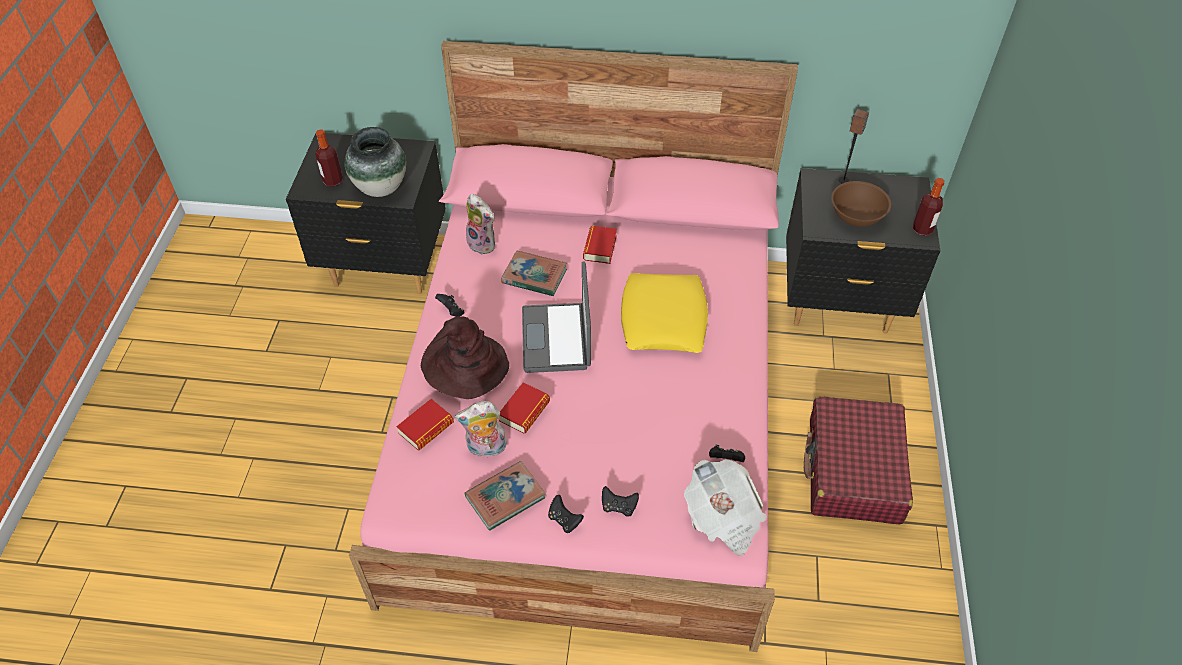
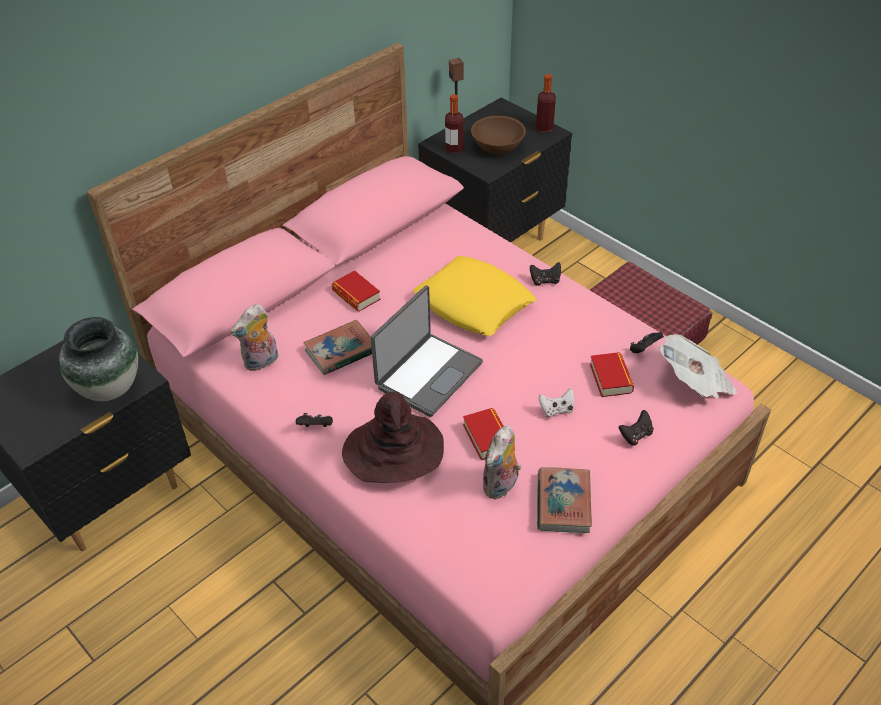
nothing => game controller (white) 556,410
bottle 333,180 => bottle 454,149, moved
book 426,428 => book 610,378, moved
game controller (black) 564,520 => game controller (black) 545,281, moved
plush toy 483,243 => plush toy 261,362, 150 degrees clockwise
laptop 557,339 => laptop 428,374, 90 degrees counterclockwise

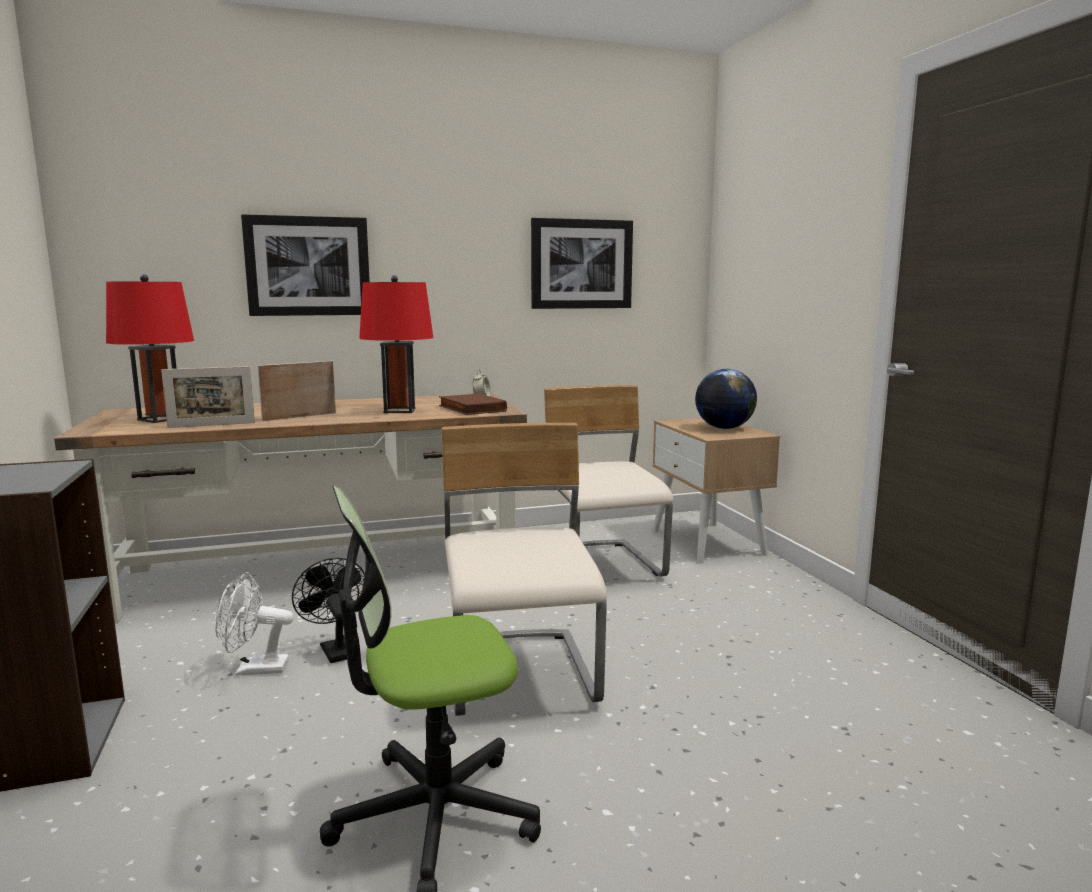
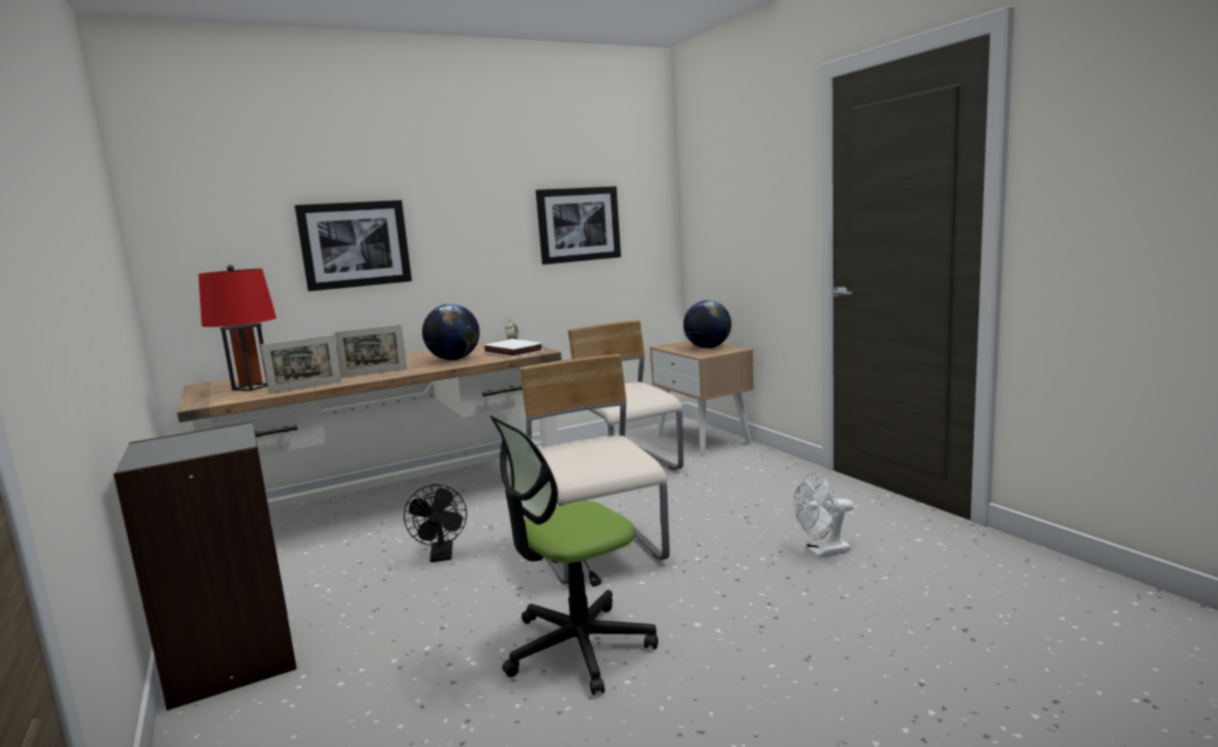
fan (white) 254,669 => fan (white) 822,552, moved
table lamp (red) 399,410 => globe 454,359
book (brown) 470,409 => book (white) 511,352
picture frame 300,417 => picture frame 374,373, 150 degrees counterclockwise
fan (black) 335,649 => fan (black) 442,556, 150 degrees counterclockwise

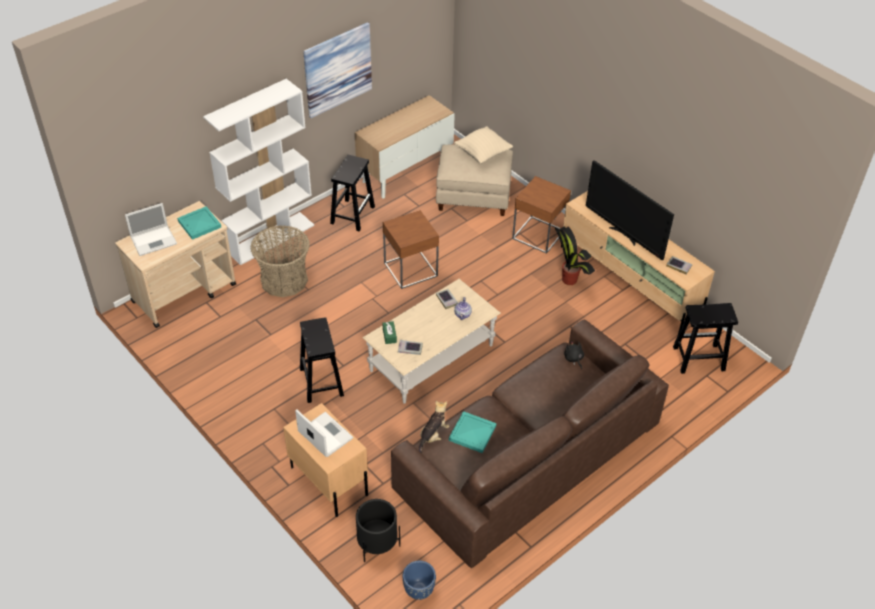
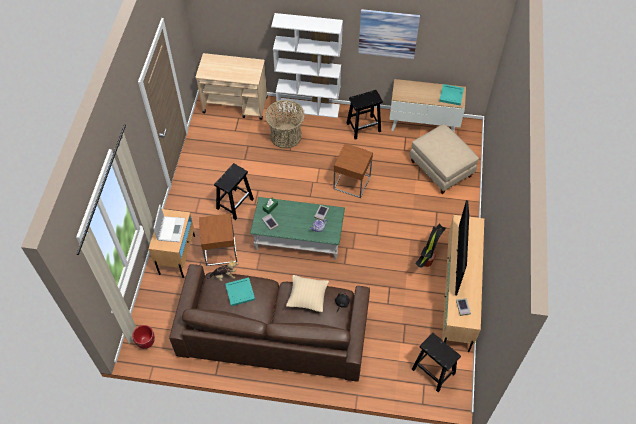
laptop 154,240 => nothing
planter (black) 377,545 => nothing
tray (turquoise) 198,224 => tray (turquoise) 451,95, moved
pillow (beige) 483,154 => pillow (beige) 307,298, moved
side table (brown) 538,234 => side table (brown) 220,250, moved
coffee table (beige) 431,358 => coffee table (green) 298,238
planter (blue) 418,590 => planter (red) 146,342

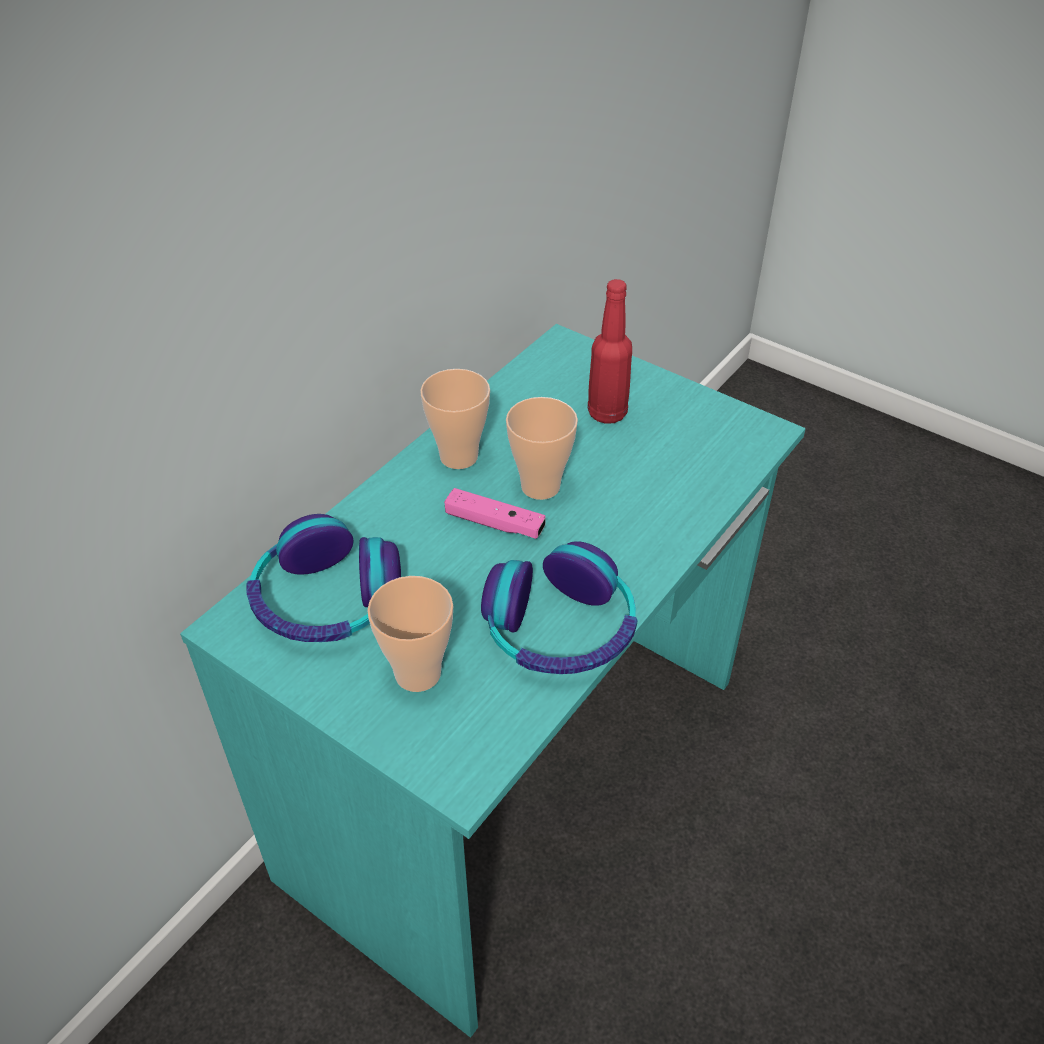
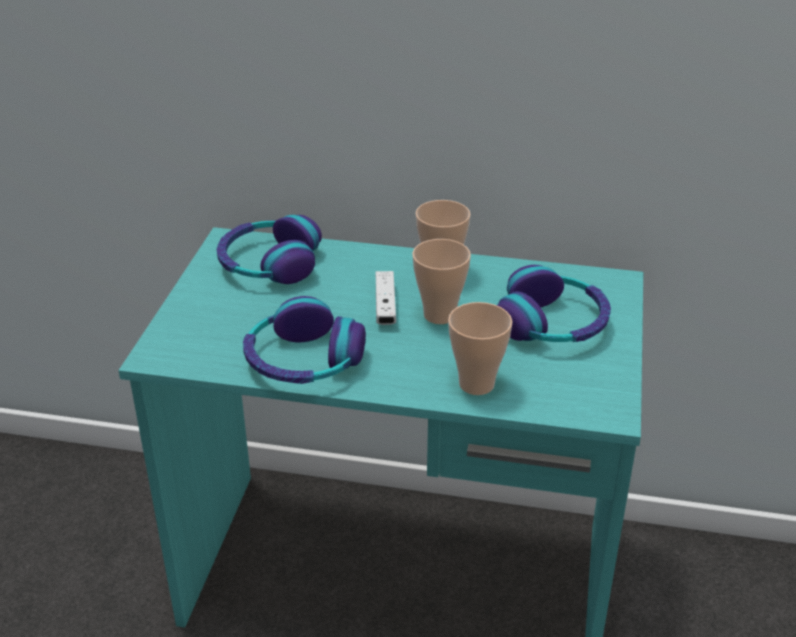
cup 418,673 => cup 476,384, moved
bottle (red) 607,413 => headphones 552,324
game controller (pink) 495,523 => game controller (white) 385,306

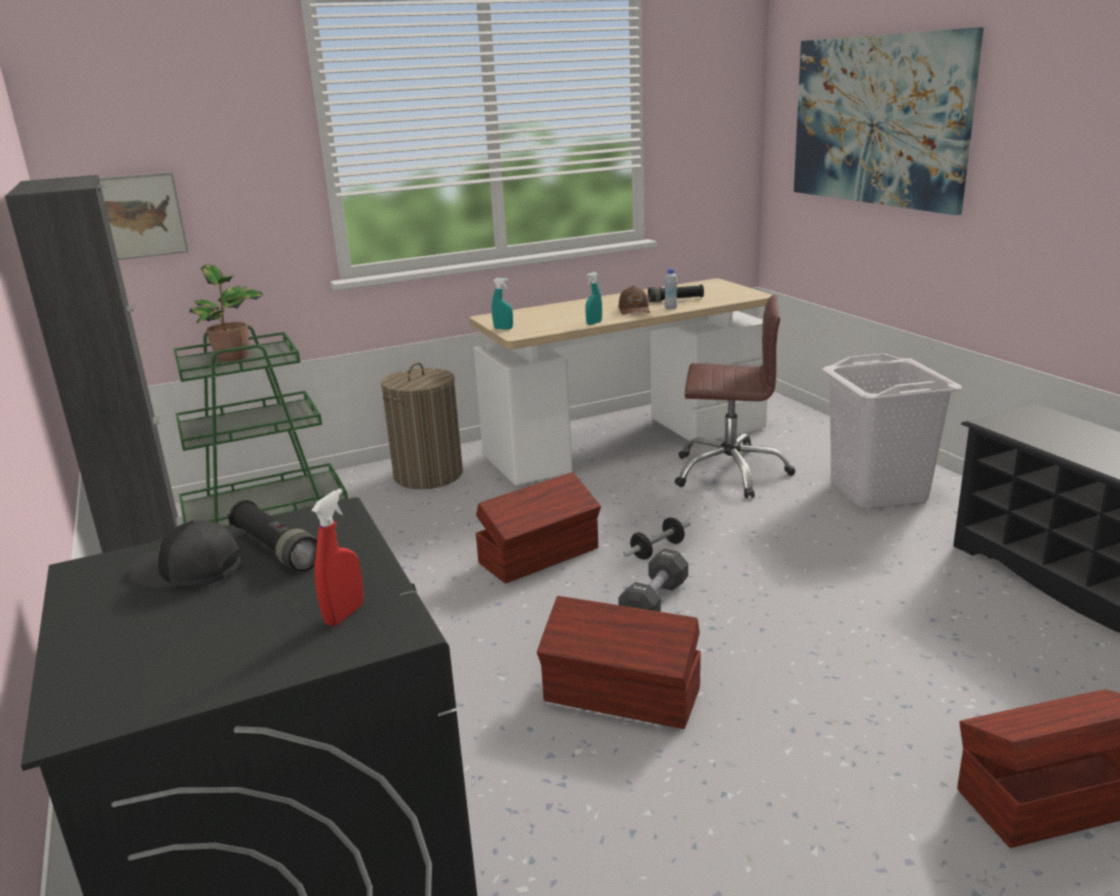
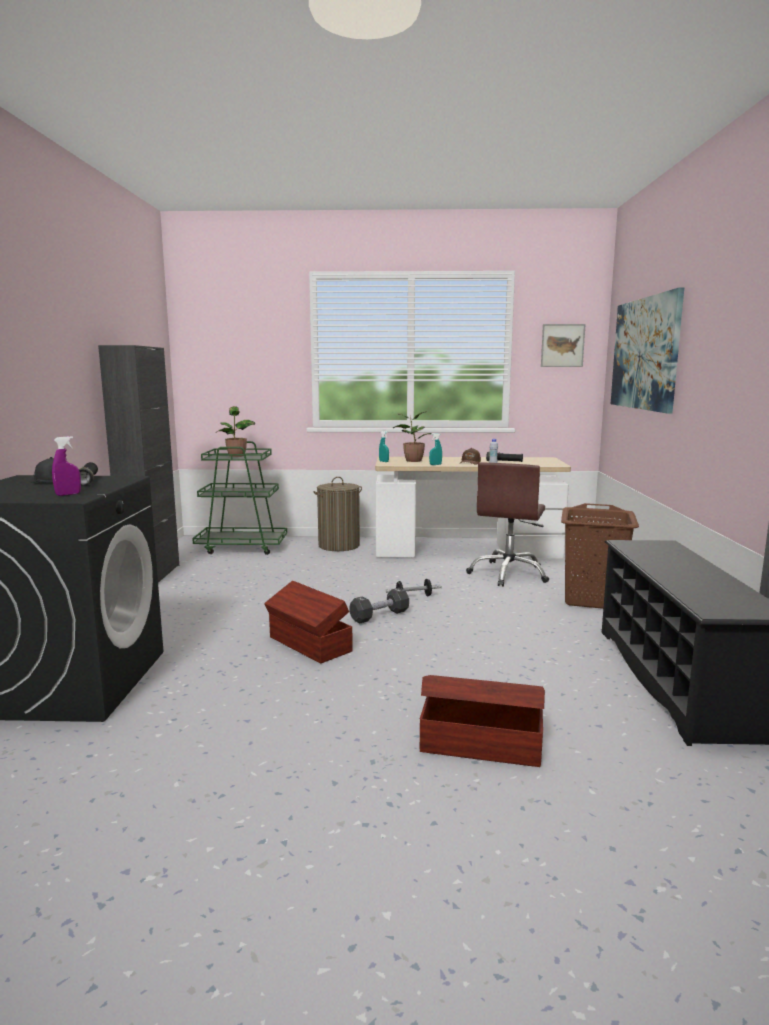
storage box (brown) 541,556 => nothing
nothing => potted plant 412,460
picture 138,216 => picture 562,345, moved
spray bottle (red) 344,614 => spray bottle (purple) 68,494
laundry basket (white) 878,492 => laundry basket (brown) 591,599
office chair (brown) 730,472 => office chair (brown) 509,574, 75 degrees clockwise

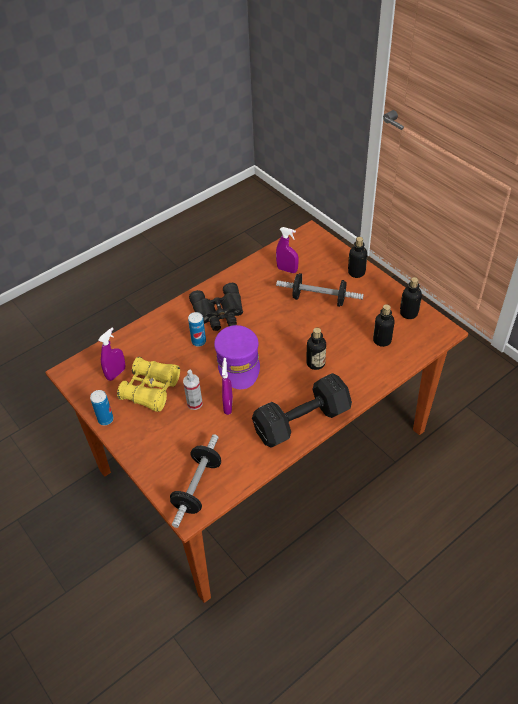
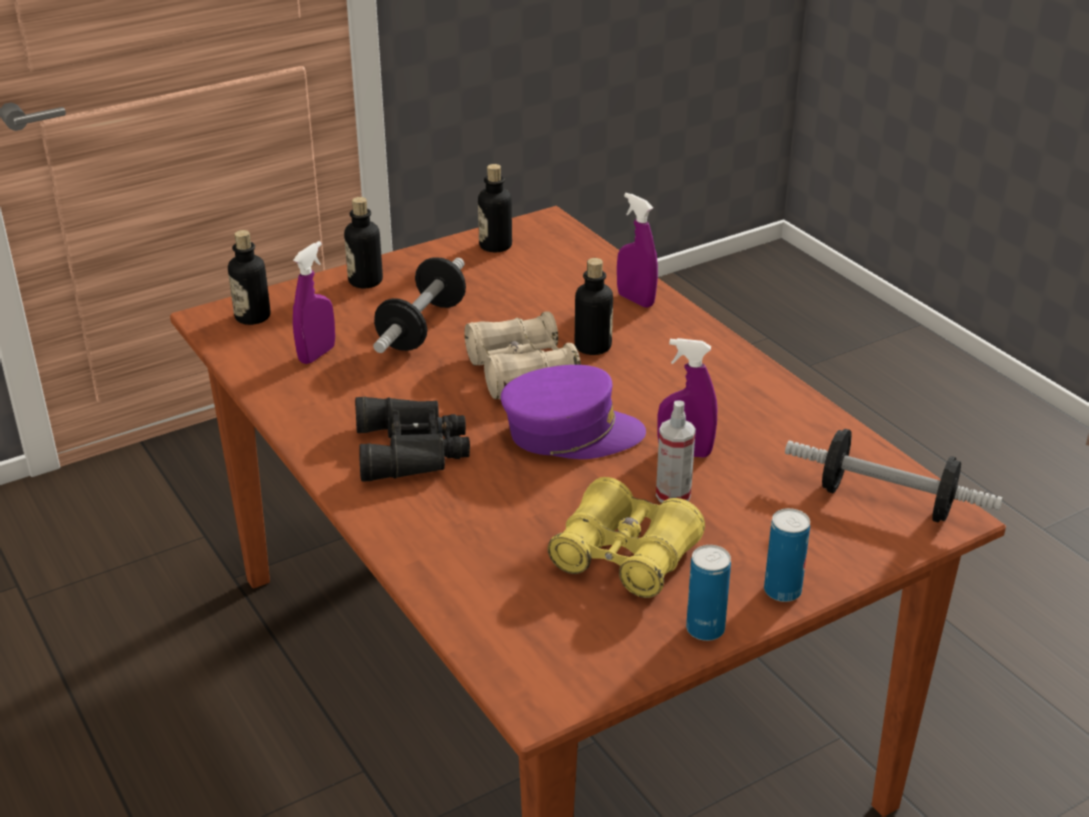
dumbbell (black) 299,422 => nothing
nothing => binoculars (beige) 521,372
spray bottle (purple) 116,373 => spray bottle (purple) 635,300, moved
can 199,341 => can 782,591, moved
bottle 382,340 => bottle 252,317, moved

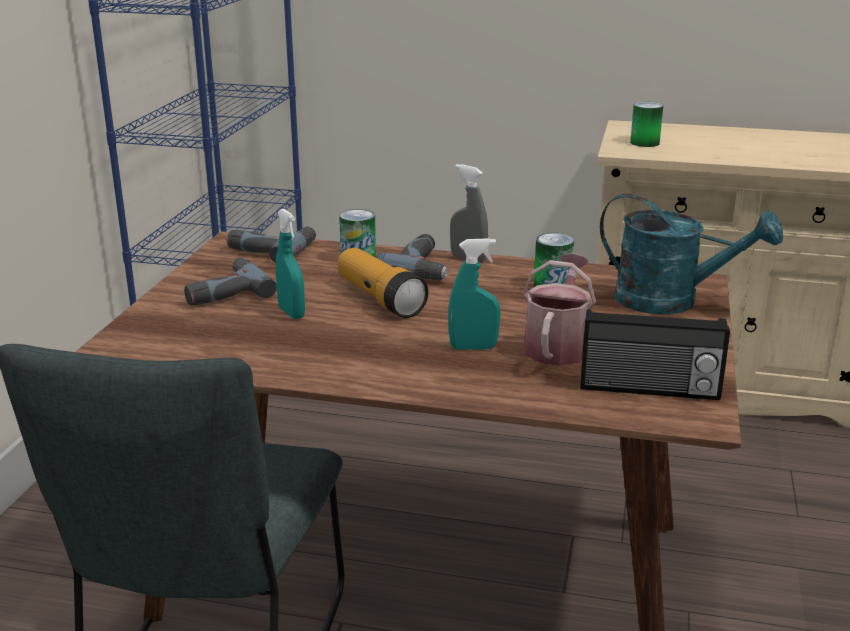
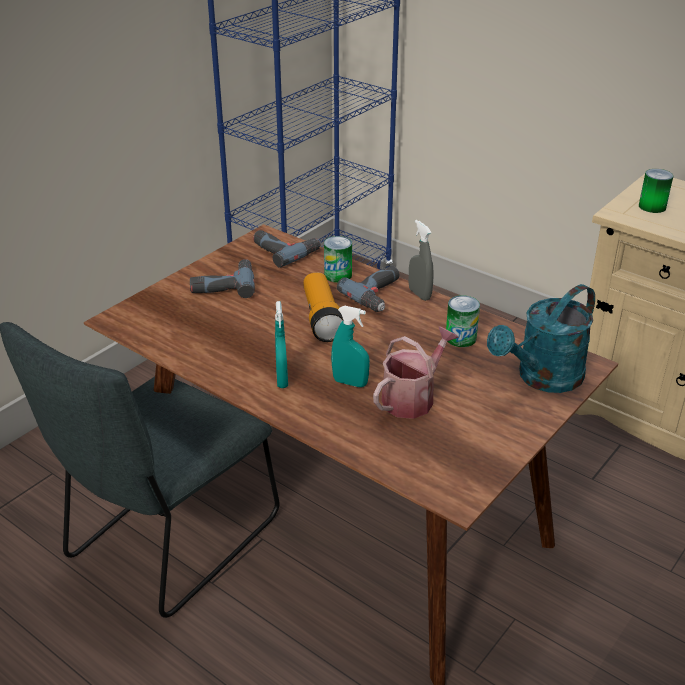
radio 649,389 => nothing
spray bottle (turquoise) 291,313 => spray bottle (turquoise) 282,379, moved
watering can (turquoise) 671,301 => watering can (turquoise) 542,379, 90 degrees clockwise

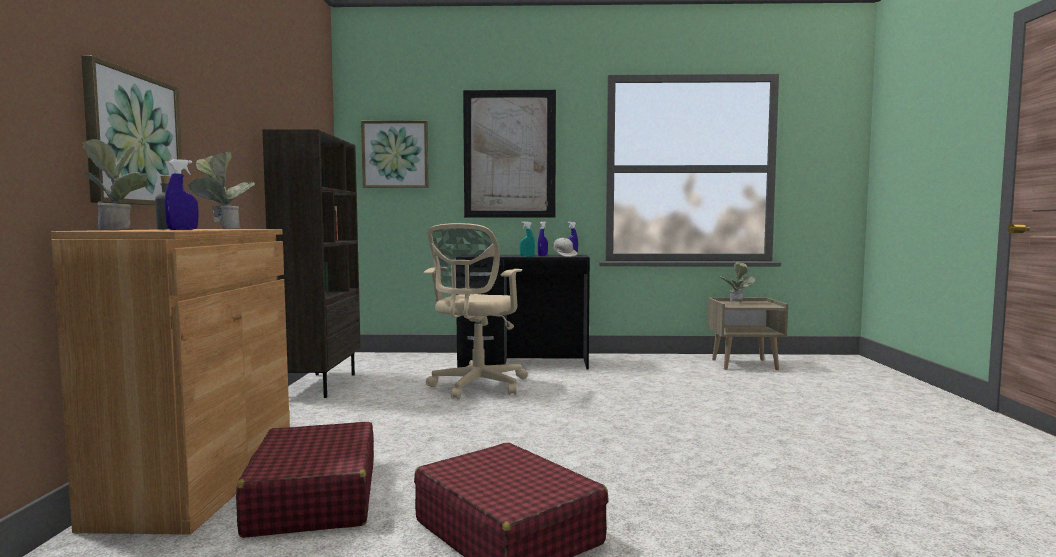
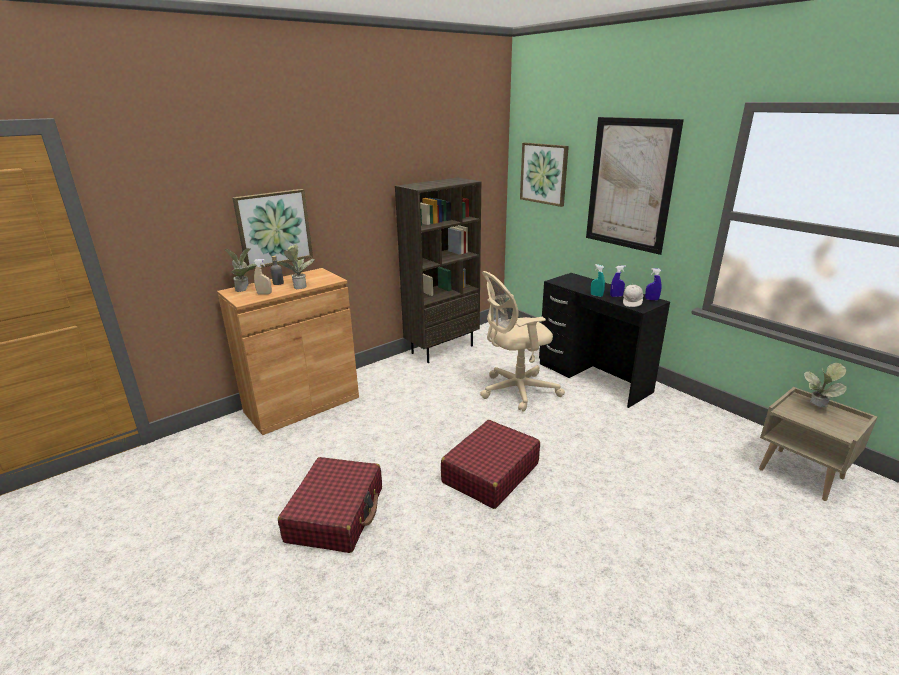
suitcase (red) 313,498 => suitcase (red) 490,473, moved
spray bottle (blue) 182,229 => spray bottle (beige) 264,294

